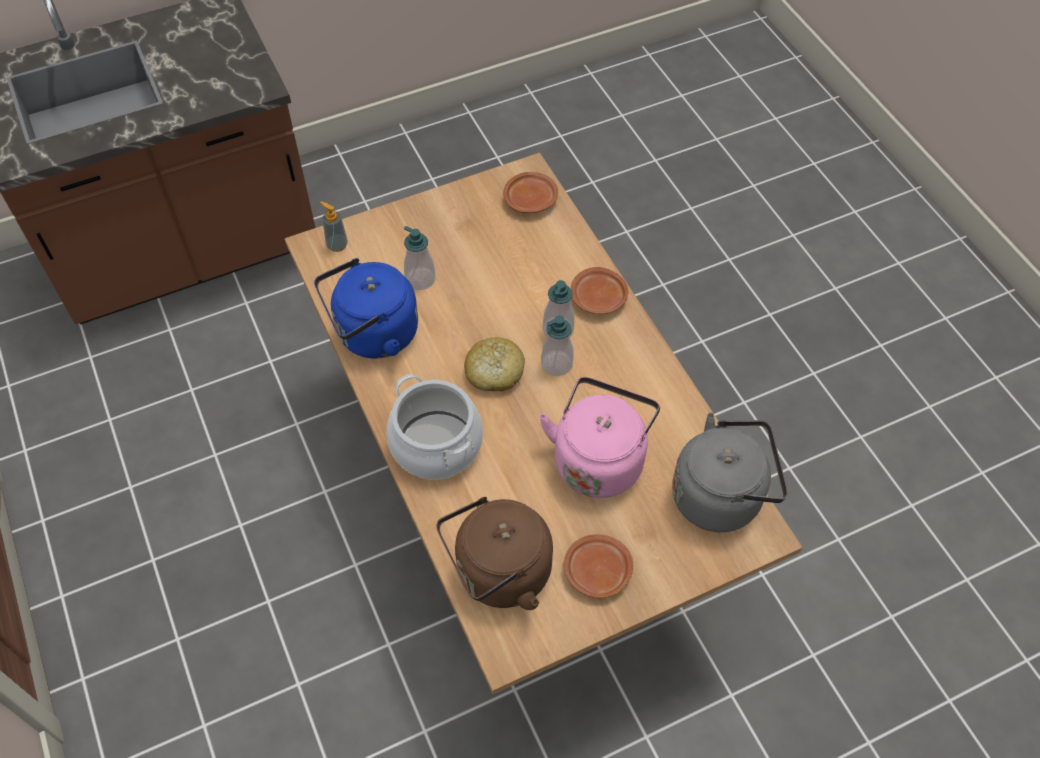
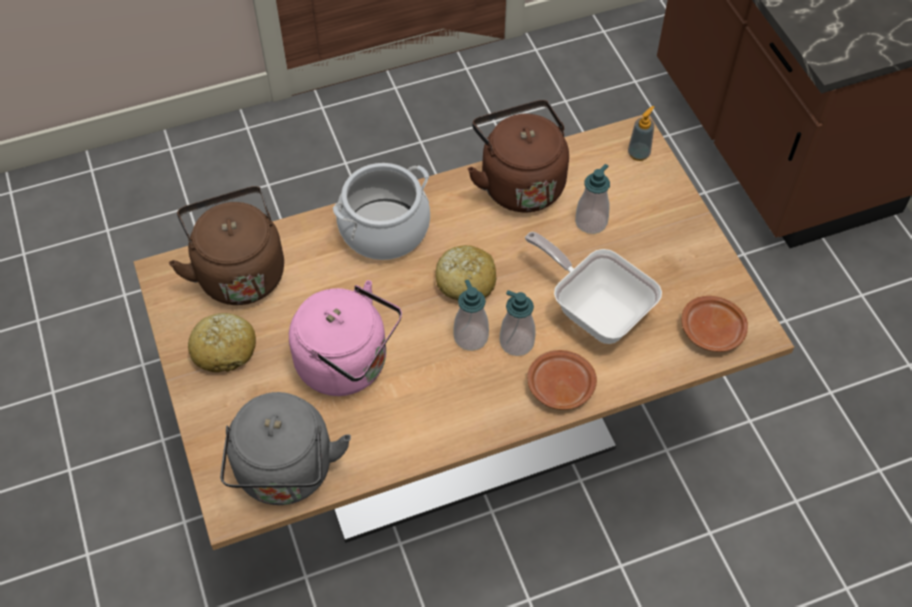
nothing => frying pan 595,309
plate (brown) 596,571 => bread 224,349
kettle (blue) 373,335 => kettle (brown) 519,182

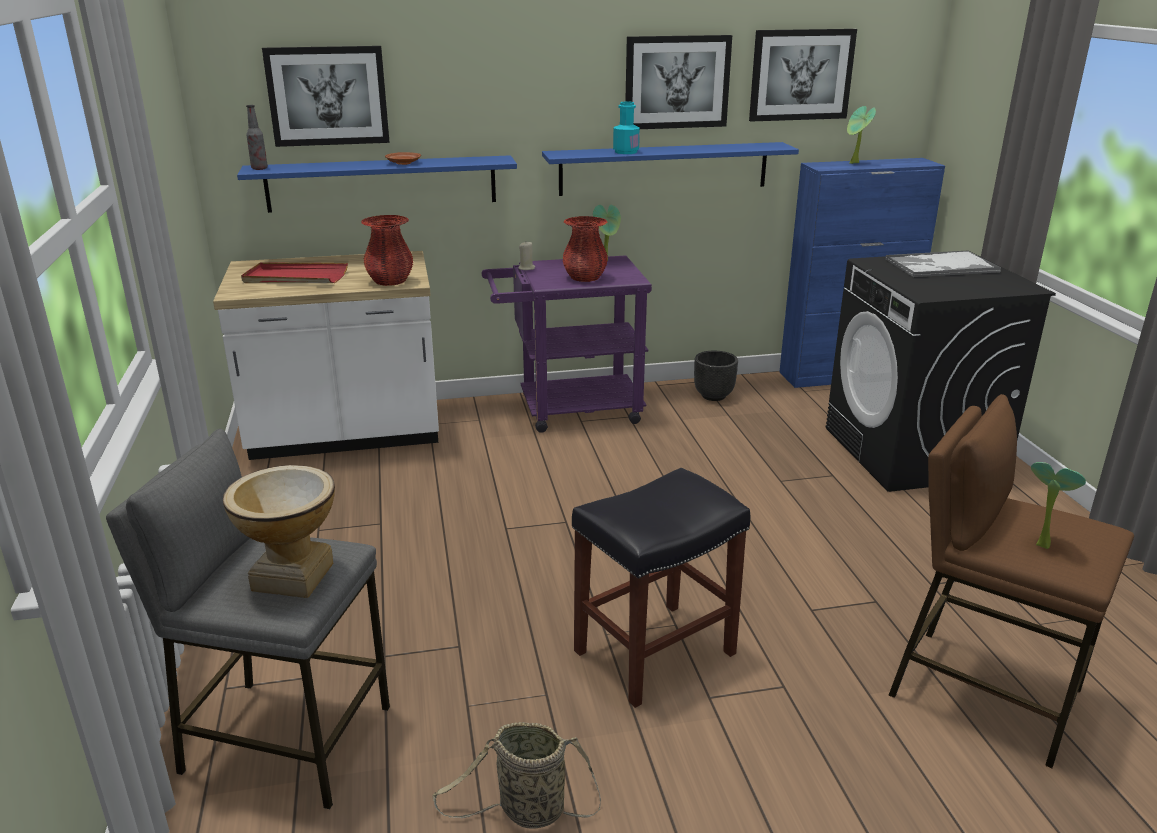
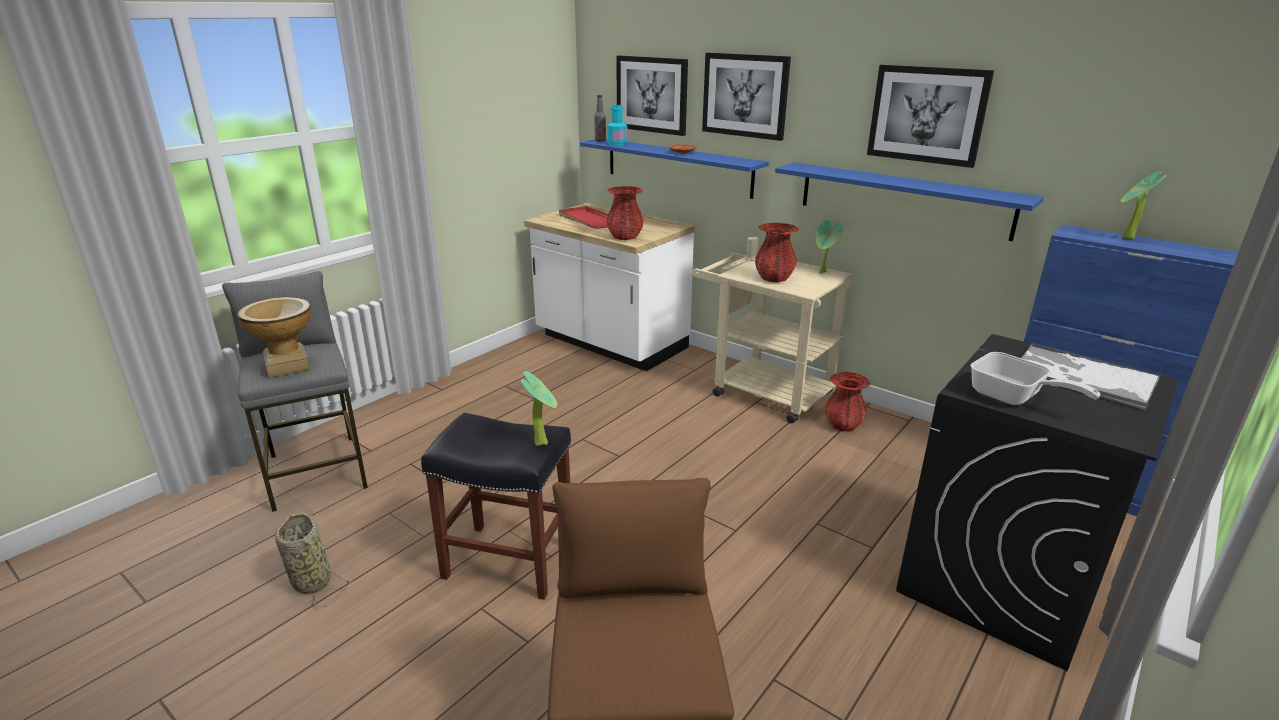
planter (black) 714,396 => nothing
nothing => vase (red) 843,425
nothing => frying pan 1013,397
bottle (turquoise) 626,152 => bottle (turquoise) 617,144, moved
picture 801,75 => picture 745,95, moved
potted plant 1040,543 => potted plant 543,442, moved
cart (purple) 568,410 => cart (beige) 762,391

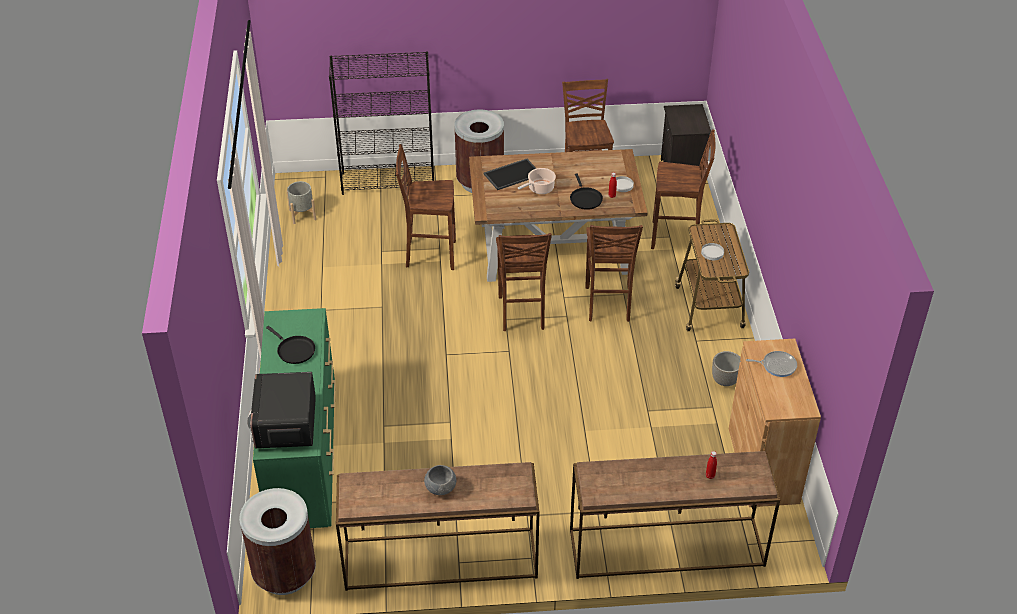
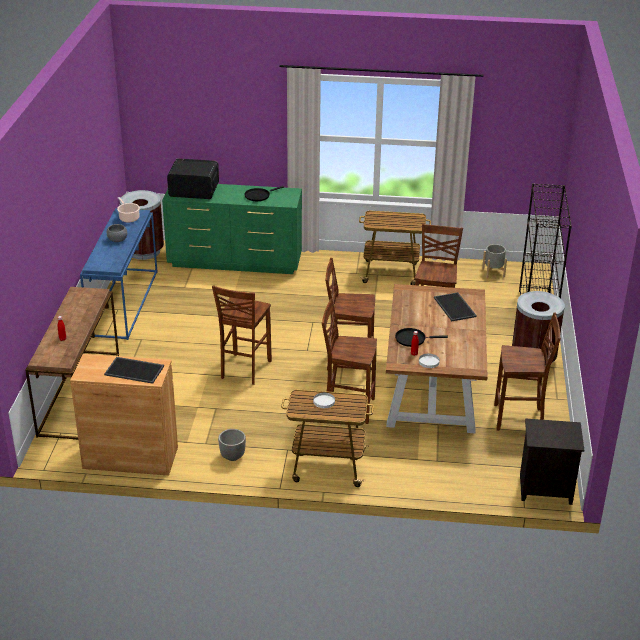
nothing => cart 391,273
cooking pot 539,189 => cooking pot 128,218, moved
stool (brown) 677,237 => stool (brown) 244,370, moved
frying pan 777,365 => tray 135,370
console table (brown) 439,560 => console table (blue) 123,302

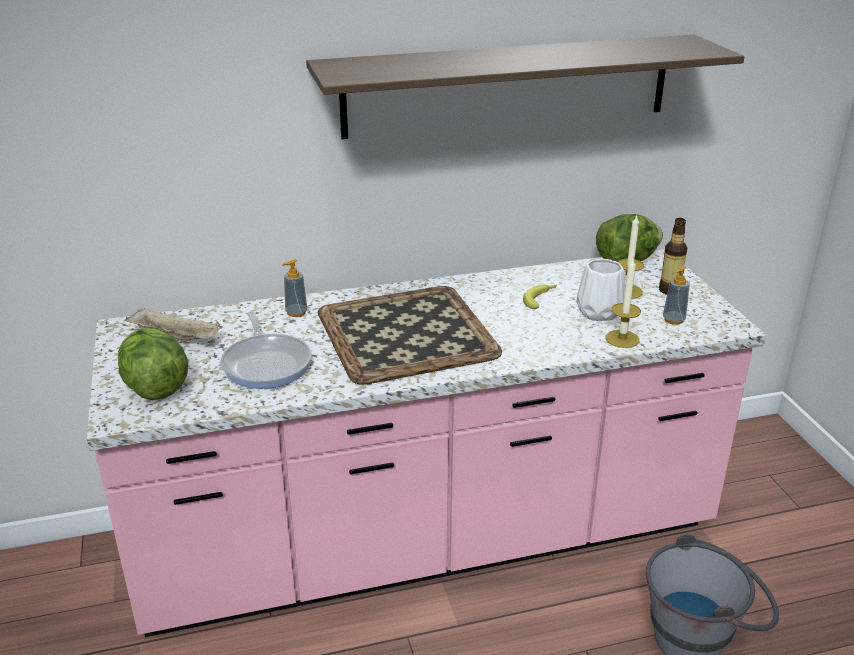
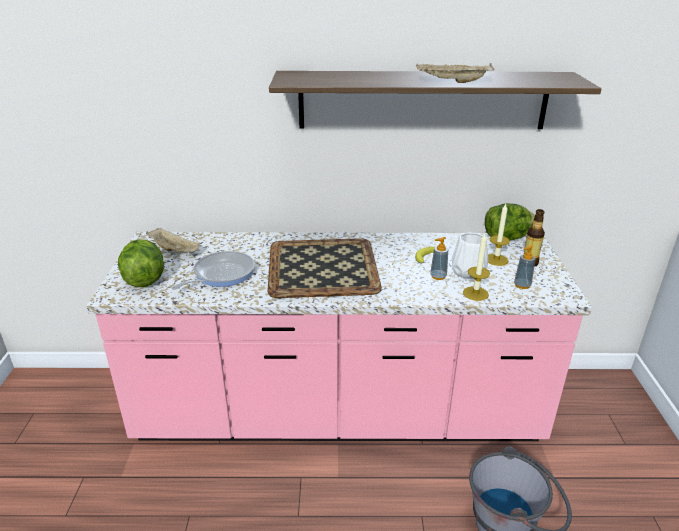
nothing => tray (beige) 452,82
soap dispenser 296,313 => soap dispenser 438,276, moved
frying pan 267,363 => frying pan 221,274, 135 degrees counterclockwise

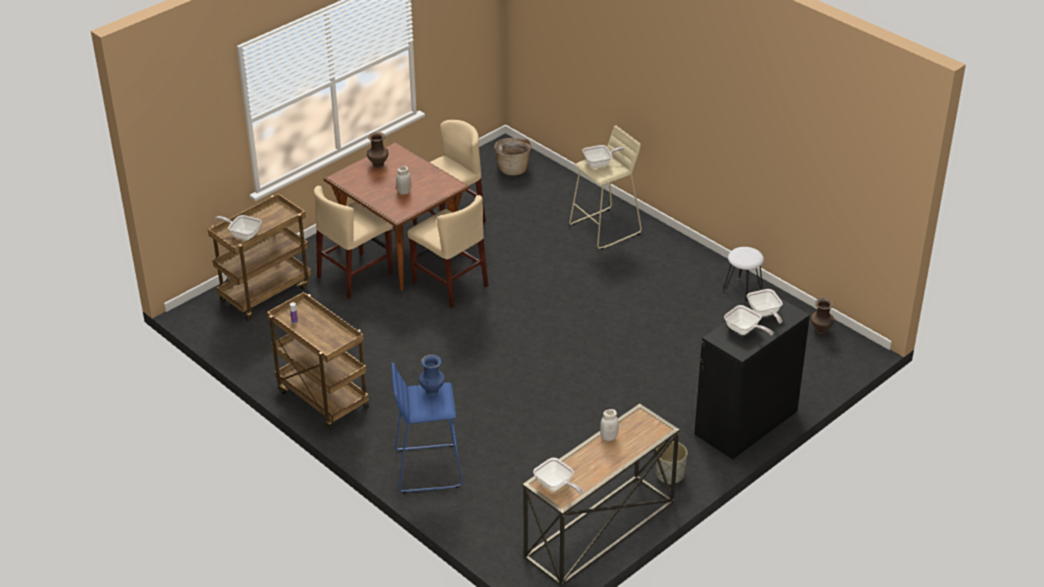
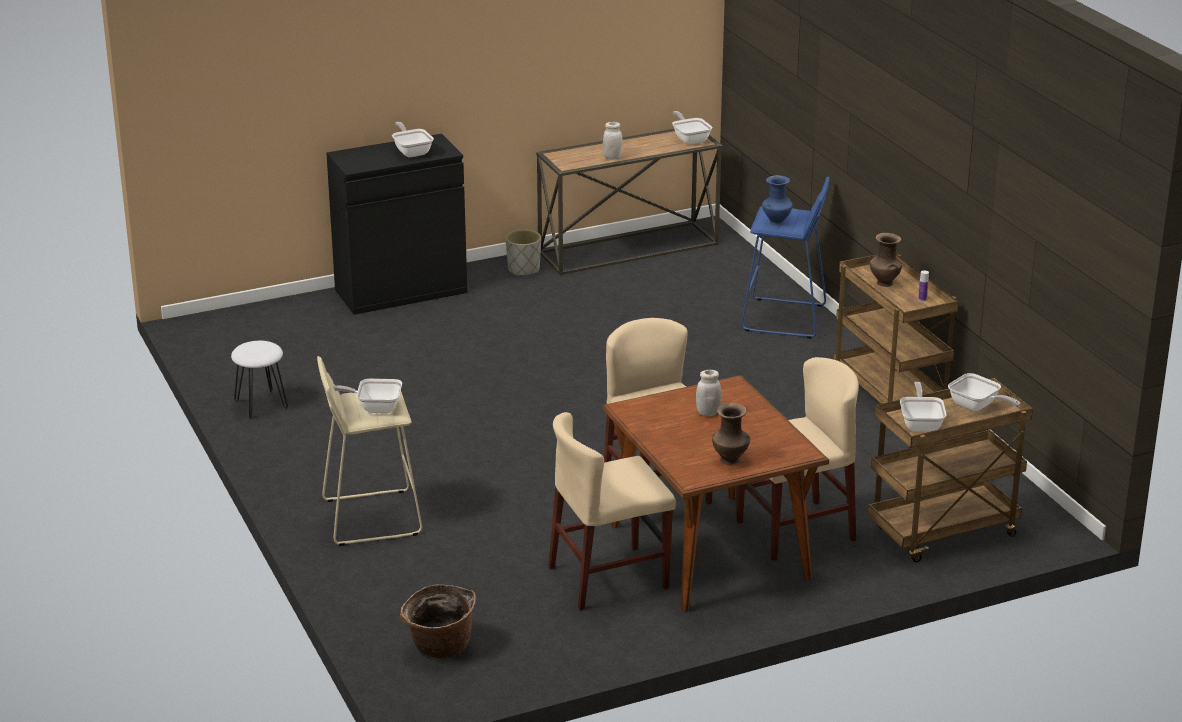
frying pan 764,314 => frying pan 921,424, moved
vase (brown) 821,330 => vase (brown) 884,283, moved

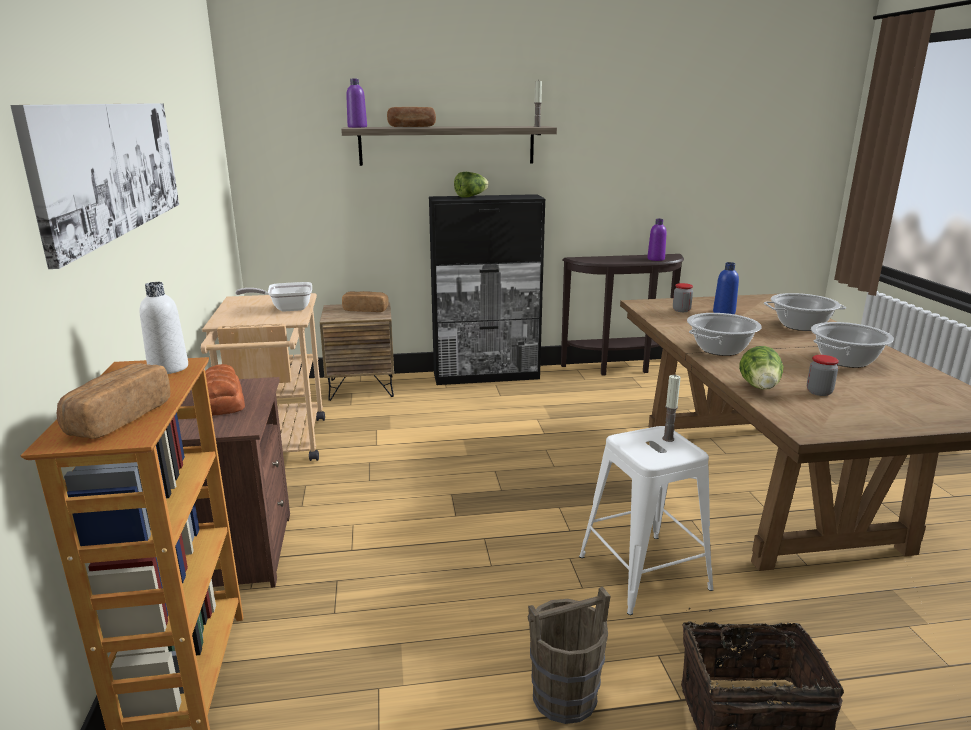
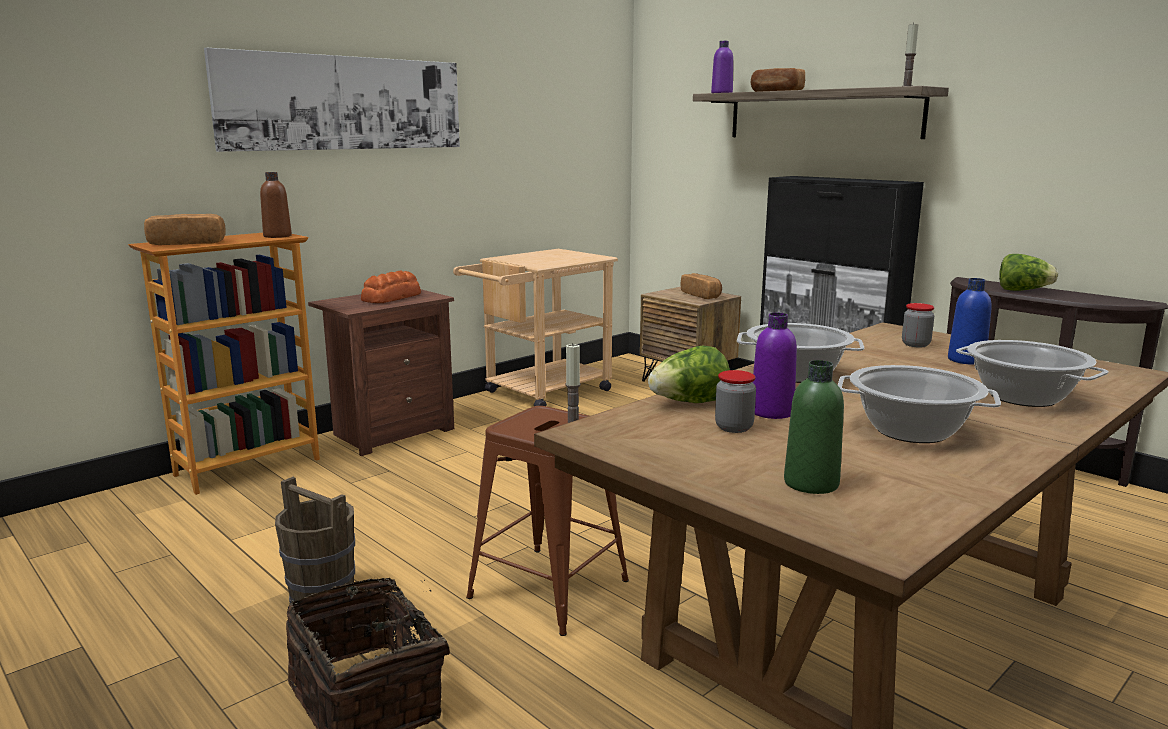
frying pan 286,308 => nothing
nothing => bottle (green) 811,483
lettuce 471,196 => lettuce 1023,290, moved
bottle (purple) 656,259 => bottle (purple) 771,412, moved
bottle (white) 168,368 => bottle (brown) 277,236
stool (white) 644,573 => stool (brown) 549,589

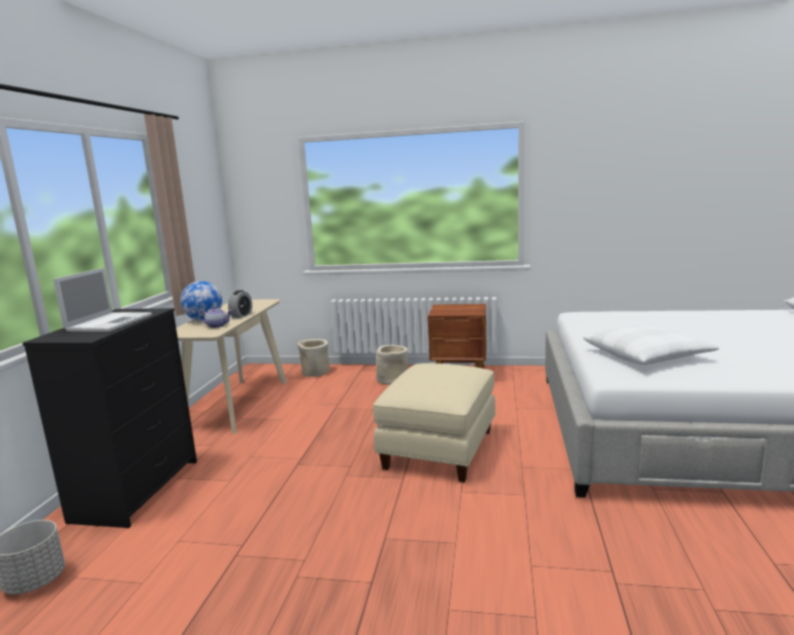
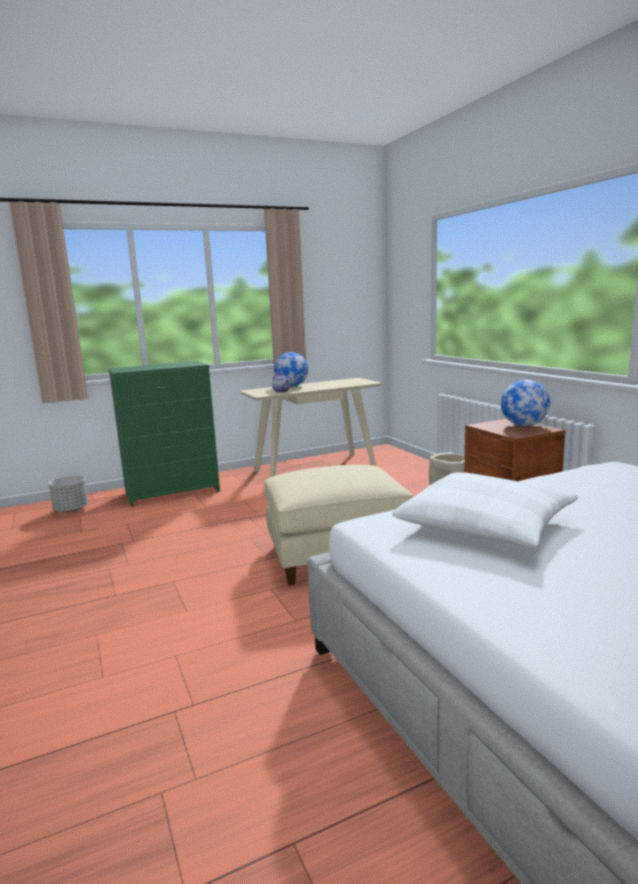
laptop 110,322 => nothing
alarm clock 241,315 => nothing
planter (beige) 315,372 => nothing
nothing => globe 524,425
dresser (black) 137,489 => dresser (green) 173,491

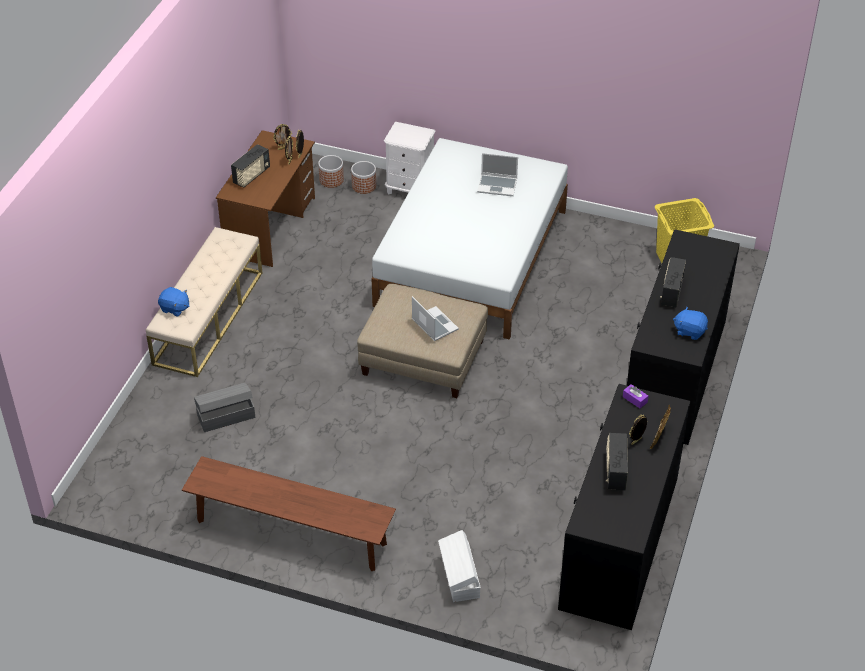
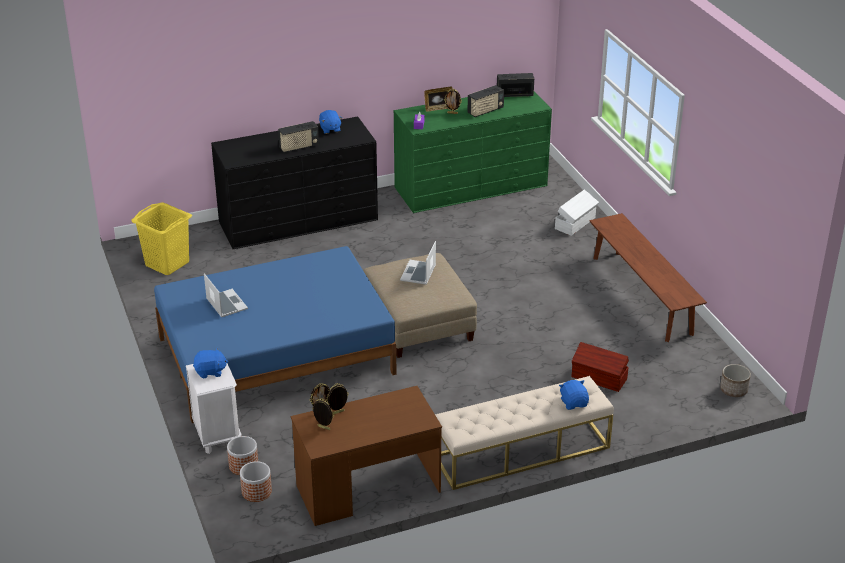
nothing => plush toy (blue) 210,372
nothing => planter 733,390
radio 251,176 => radio 515,94, moved
storage box (grey) 225,416 => storage box (brown) 599,378
bed (white) 472,257 => bed (blue) 275,355
dresser (black) 619,542 => dresser (green) 471,186

